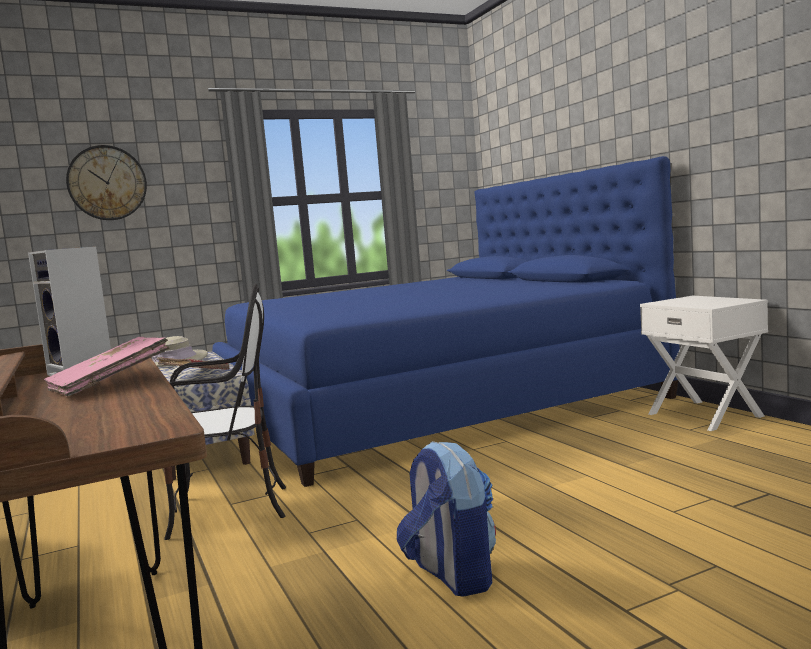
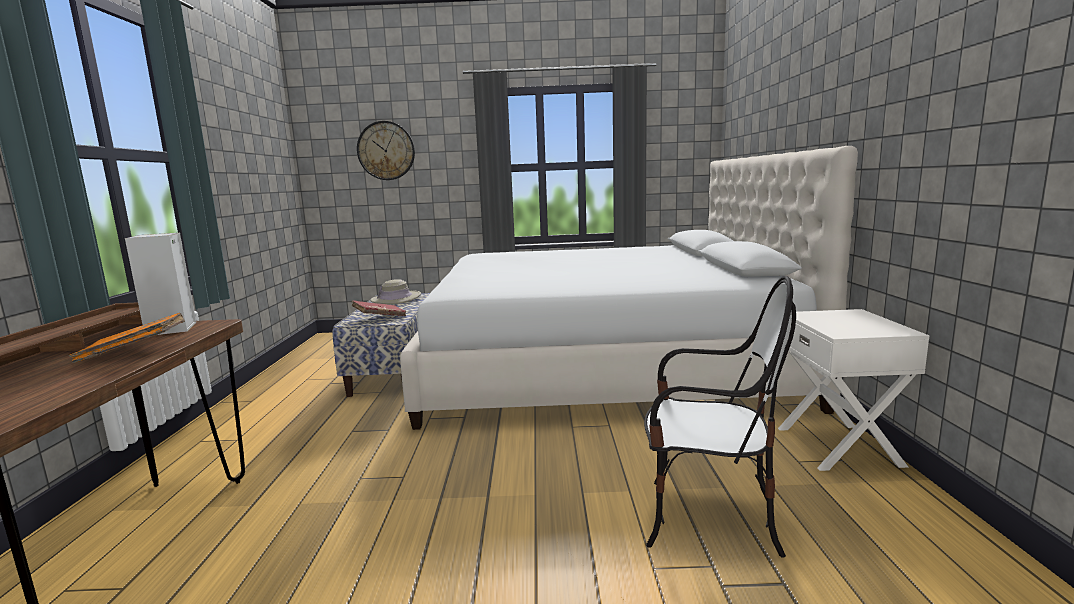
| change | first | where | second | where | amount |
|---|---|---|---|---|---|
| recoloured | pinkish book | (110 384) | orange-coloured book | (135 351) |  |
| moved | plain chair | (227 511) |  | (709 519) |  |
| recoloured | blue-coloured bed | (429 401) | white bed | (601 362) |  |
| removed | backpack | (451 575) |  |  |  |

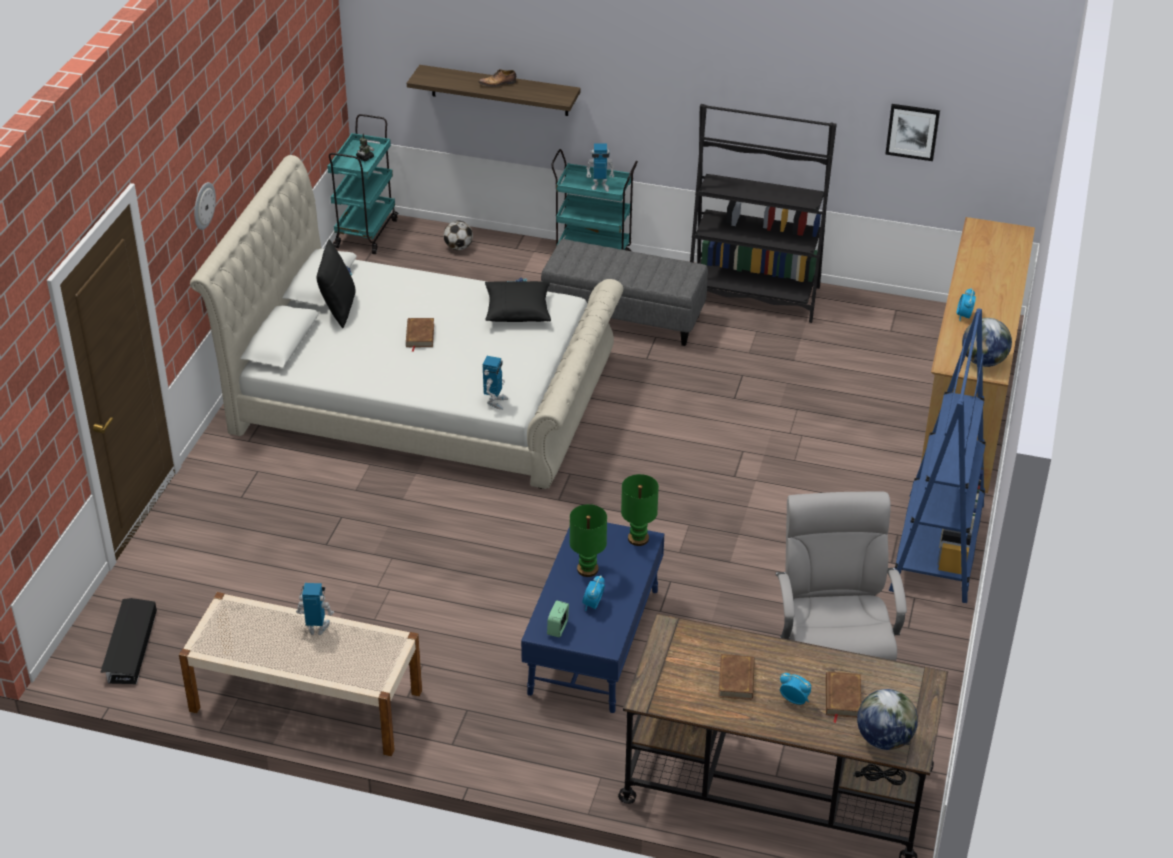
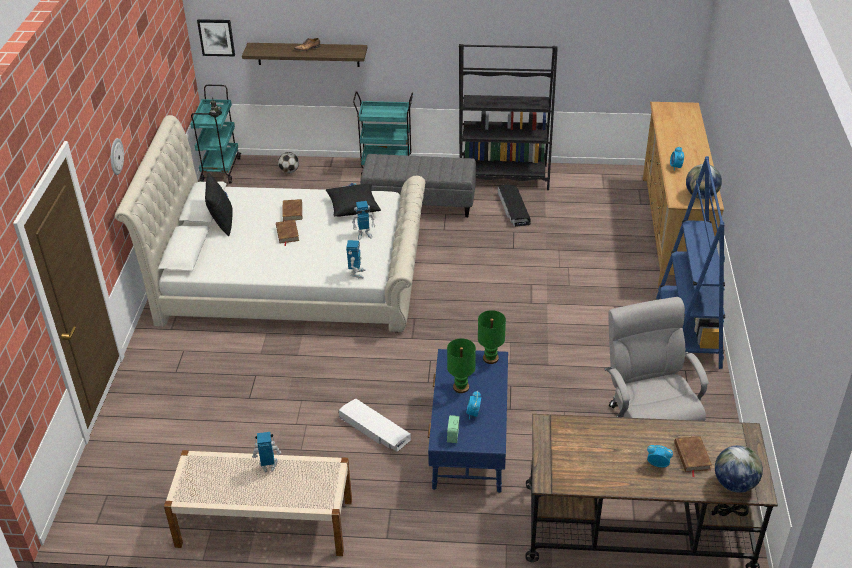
| change | first | where | second | where | amount |
|---|---|---|---|---|---|
| moved | blackish storage bin | (129 646) |  | (513 209) |  |
| moved | model robot | (600 186) |  | (364 234) |  |
| moved | brownish book | (736 679) |  | (293 212) |  |
| moved | wall art | (912 131) |  | (216 37) |  |
| added |  |  | white storage bin | (374 429) |  |

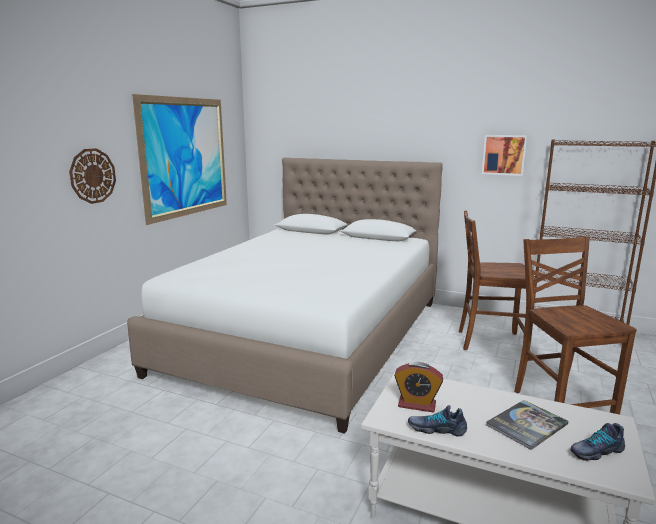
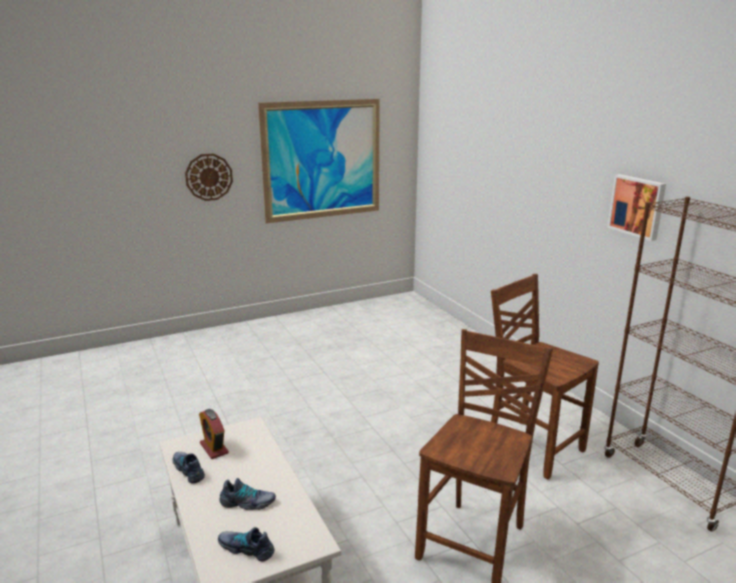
| change | first | where | second | where | amount |
|---|---|---|---|---|---|
| removed | white bed | (309 335) |  |  |  |
| replaced | book | (526 425) | low shoe | (247 503) |  |

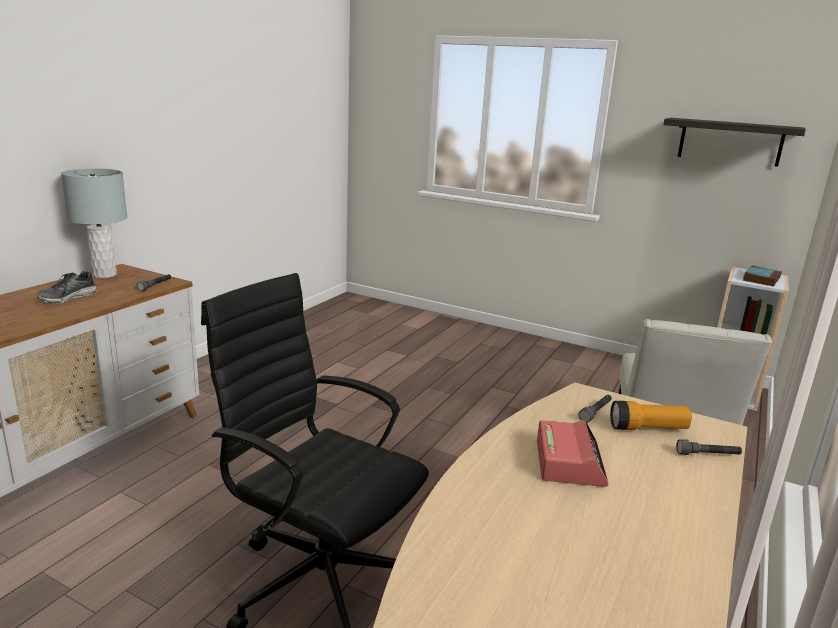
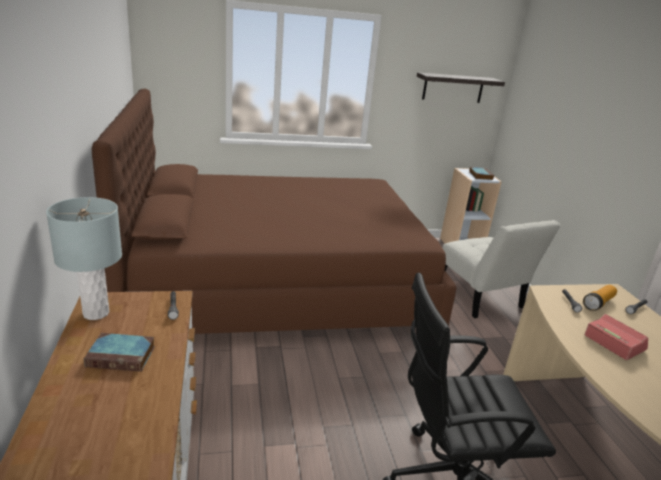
| change | first | where | second | where | amount |
|---|---|---|---|---|---|
| replaced | low shoe | (68 297) | book | (123 356) |  |
| added |  |  | brownish bed | (278 284) |  |

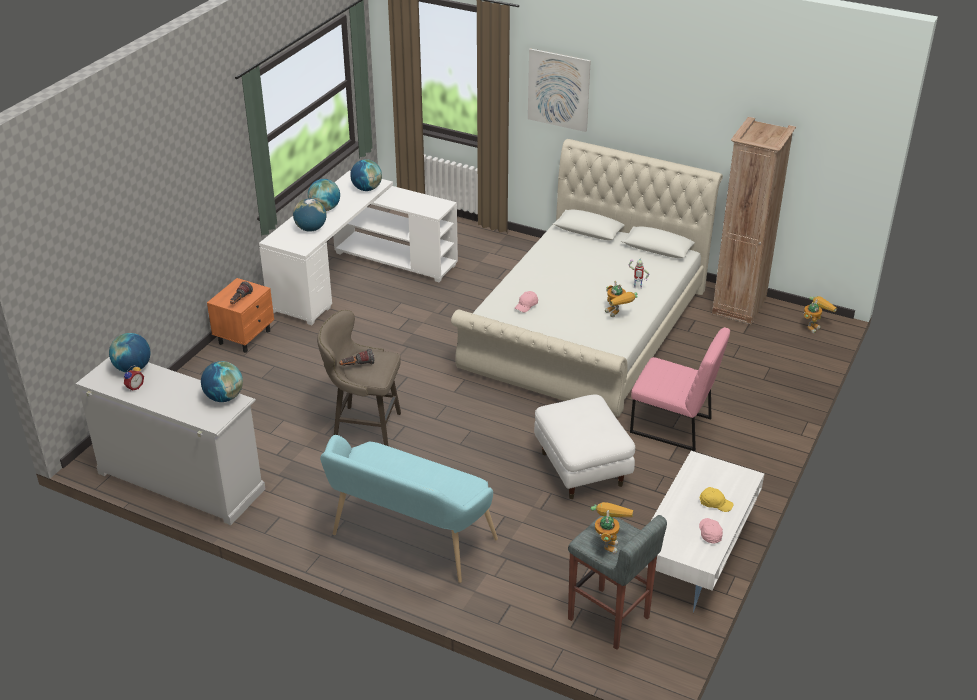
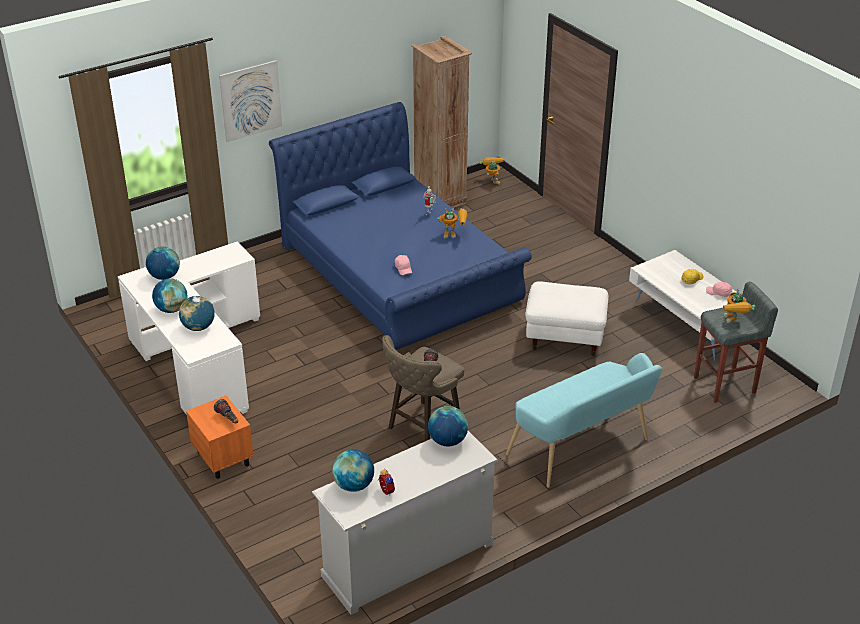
| change | first | where | second | where | amount |
|---|---|---|---|---|---|
| recoloured | beige-coloured bed | (586 327) | blue-coloured bed | (398 272) |  |
| turned | model robot | (607 541) |  | (734 322) | 135 degrees counterclockwise |
| removed | pinkish plain chair | (673 426) |  |  |  |

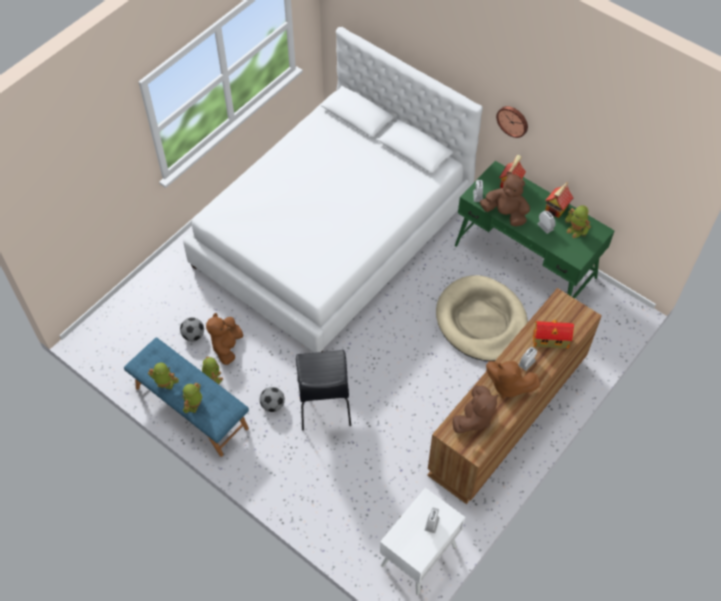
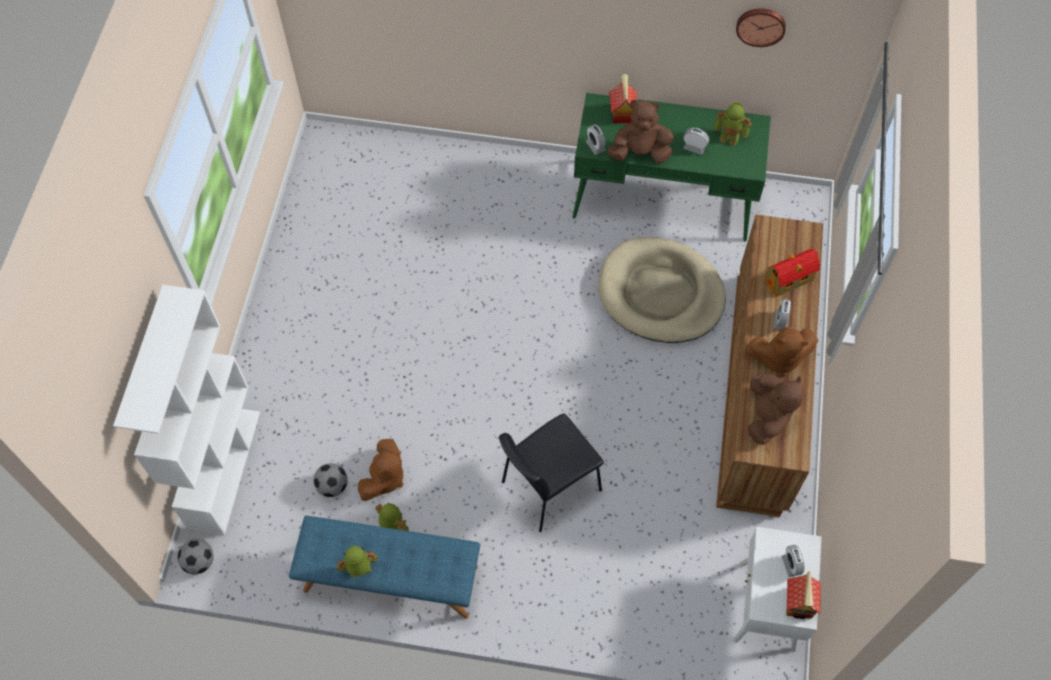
| change | first | where | second | where | amount |
|---|---|---|---|---|---|
| removed | model robot | (194 405) |  |  |  |
| removed | white bed | (333 234) |  |  |  |
| turned | brownish cuddly toy | (227 347) |  | (384 478) | 135 degrees counterclockwise |
| moved | football ball | (273 405) |  | (199 562) |  |
| turned | blackish plain chair | (324 405) |  | (548 488) | 90 degrees clockwise |
| moved | hanging clock | (513 120) |  | (760 25) |  |
| moved | model house | (556 209) |  | (799 603) |  |
| added |  |  | white bookcase | (224 468) |  |

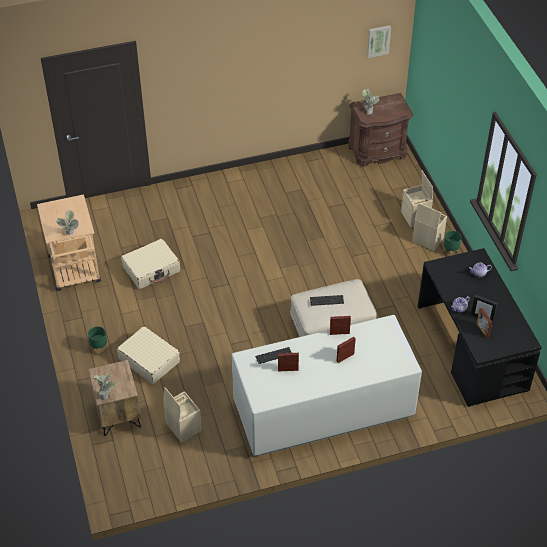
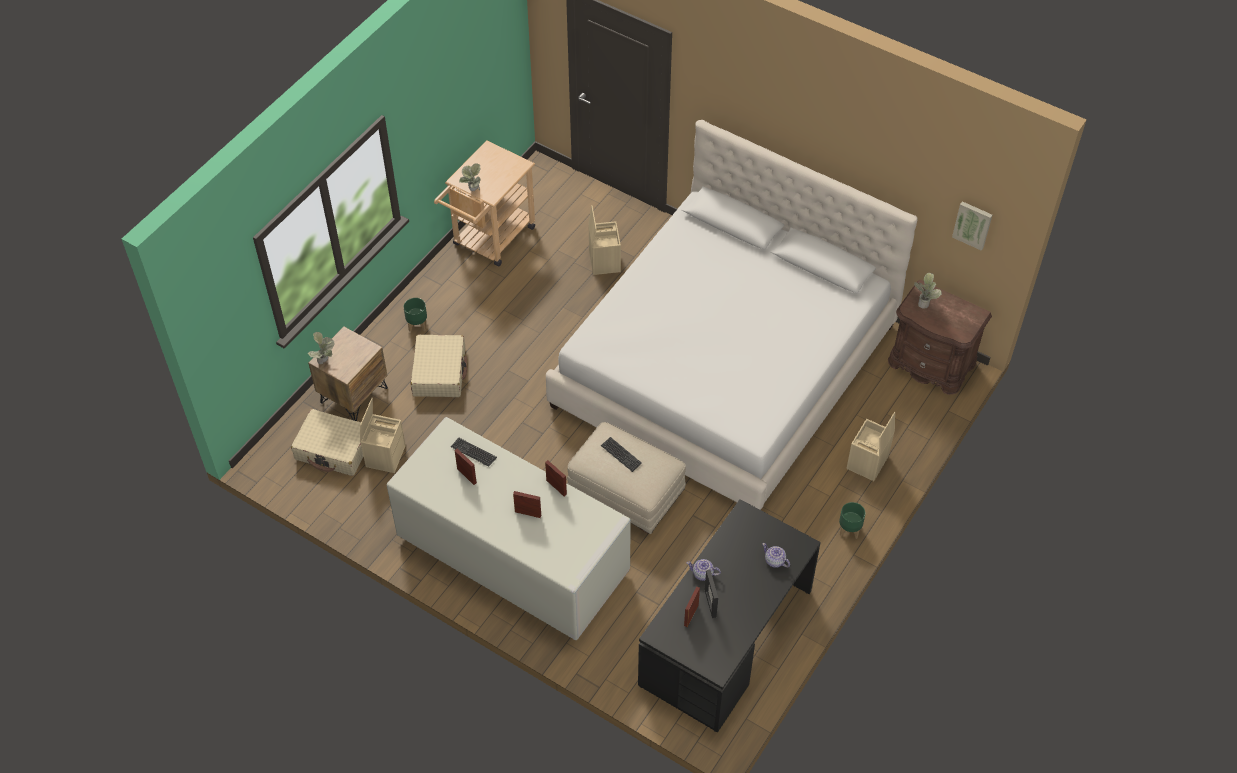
| change | first | where | second | where | amount |
|---|---|---|---|---|---|
| moved | beige-coloured piece of luggage | (151 269) |  | (334 449) |  |
| moved | beige-coloured storage bin | (427 239) |  | (604 261) |  |
| added |  |  | white bed | (724 365) |  |

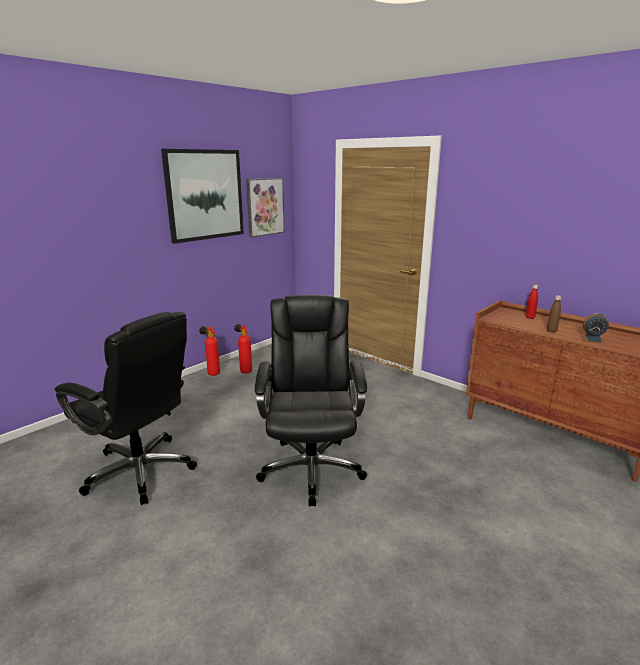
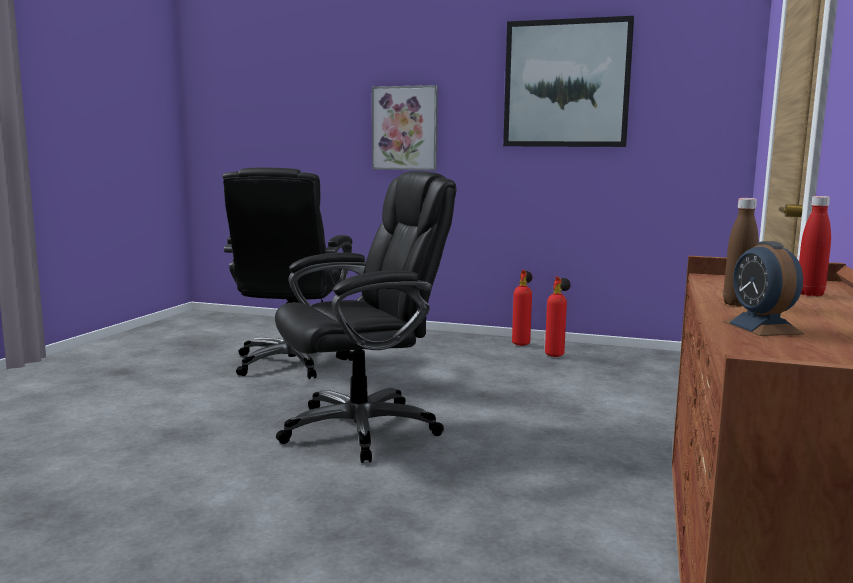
| change | first | where | second | where | amount |
|---|---|---|---|---|---|
| moved | wall art | (265 207) |  | (405 128) |  |

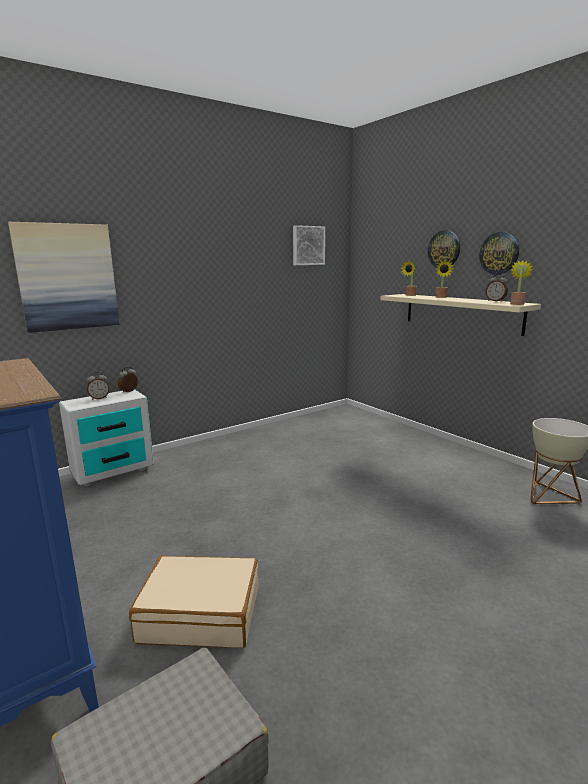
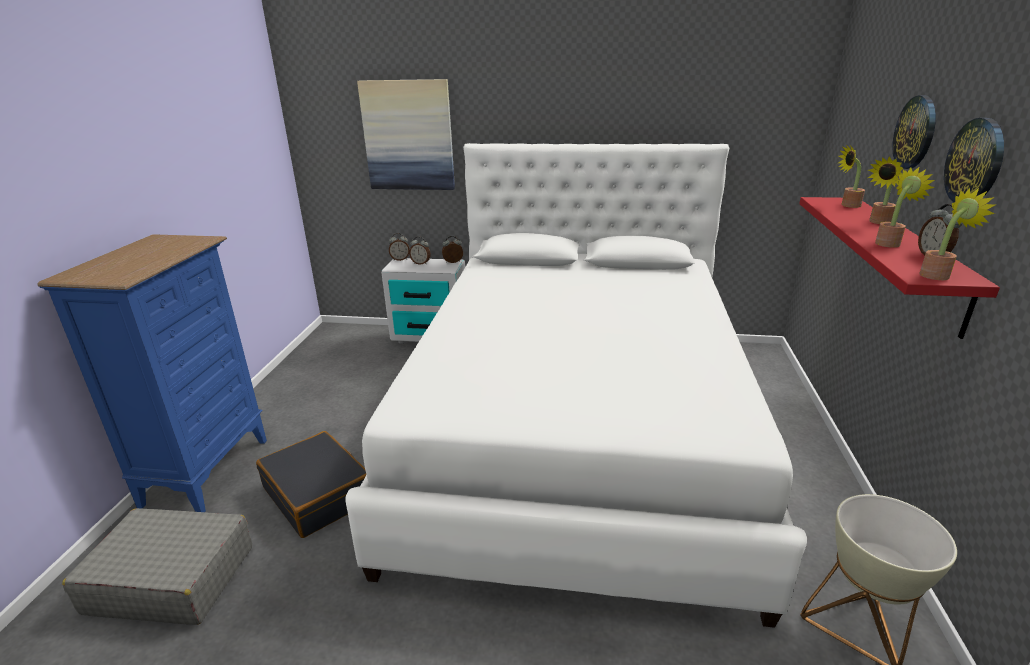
| change | first | where | second | where | amount |
|---|---|---|---|---|---|
| recoloured | beige-coloured piece of luggage | (200 614) | blackish piece of luggage | (319 494) |  |
| removed | wall art | (308 245) |  |  |  |
| recoloured | beige-coloured wall shelf | (461 313) | red-coloured wall shelf | (905 258) |  |
| added |  |  | white bed | (577 430) |  |
| added |  |  | bedside clock | (400 259) |  |
| added |  |  | plant in a pot | (890 243) |  |

